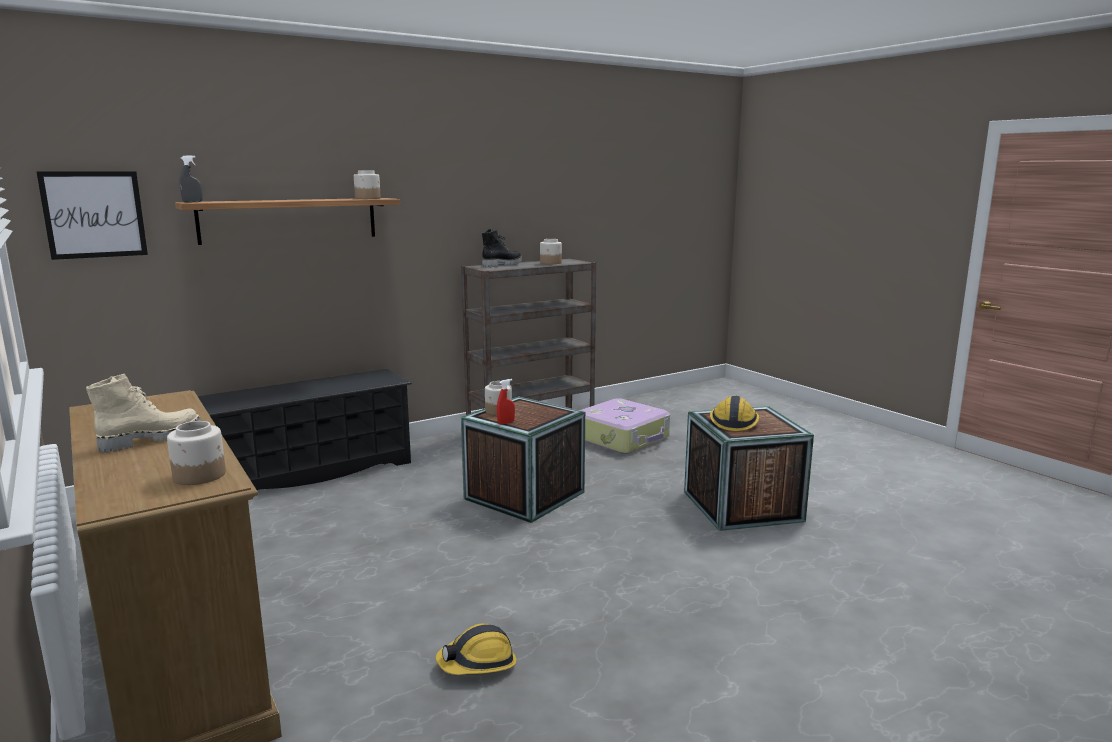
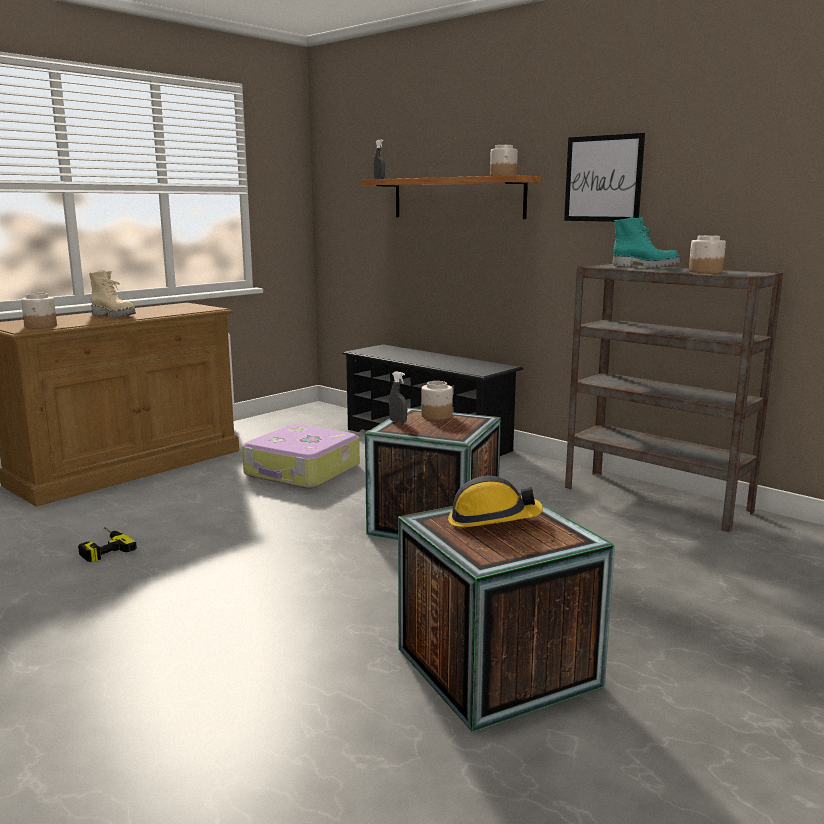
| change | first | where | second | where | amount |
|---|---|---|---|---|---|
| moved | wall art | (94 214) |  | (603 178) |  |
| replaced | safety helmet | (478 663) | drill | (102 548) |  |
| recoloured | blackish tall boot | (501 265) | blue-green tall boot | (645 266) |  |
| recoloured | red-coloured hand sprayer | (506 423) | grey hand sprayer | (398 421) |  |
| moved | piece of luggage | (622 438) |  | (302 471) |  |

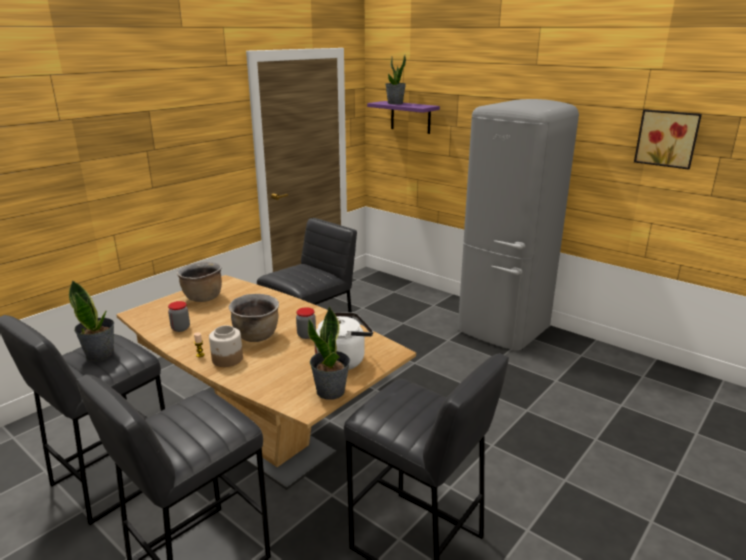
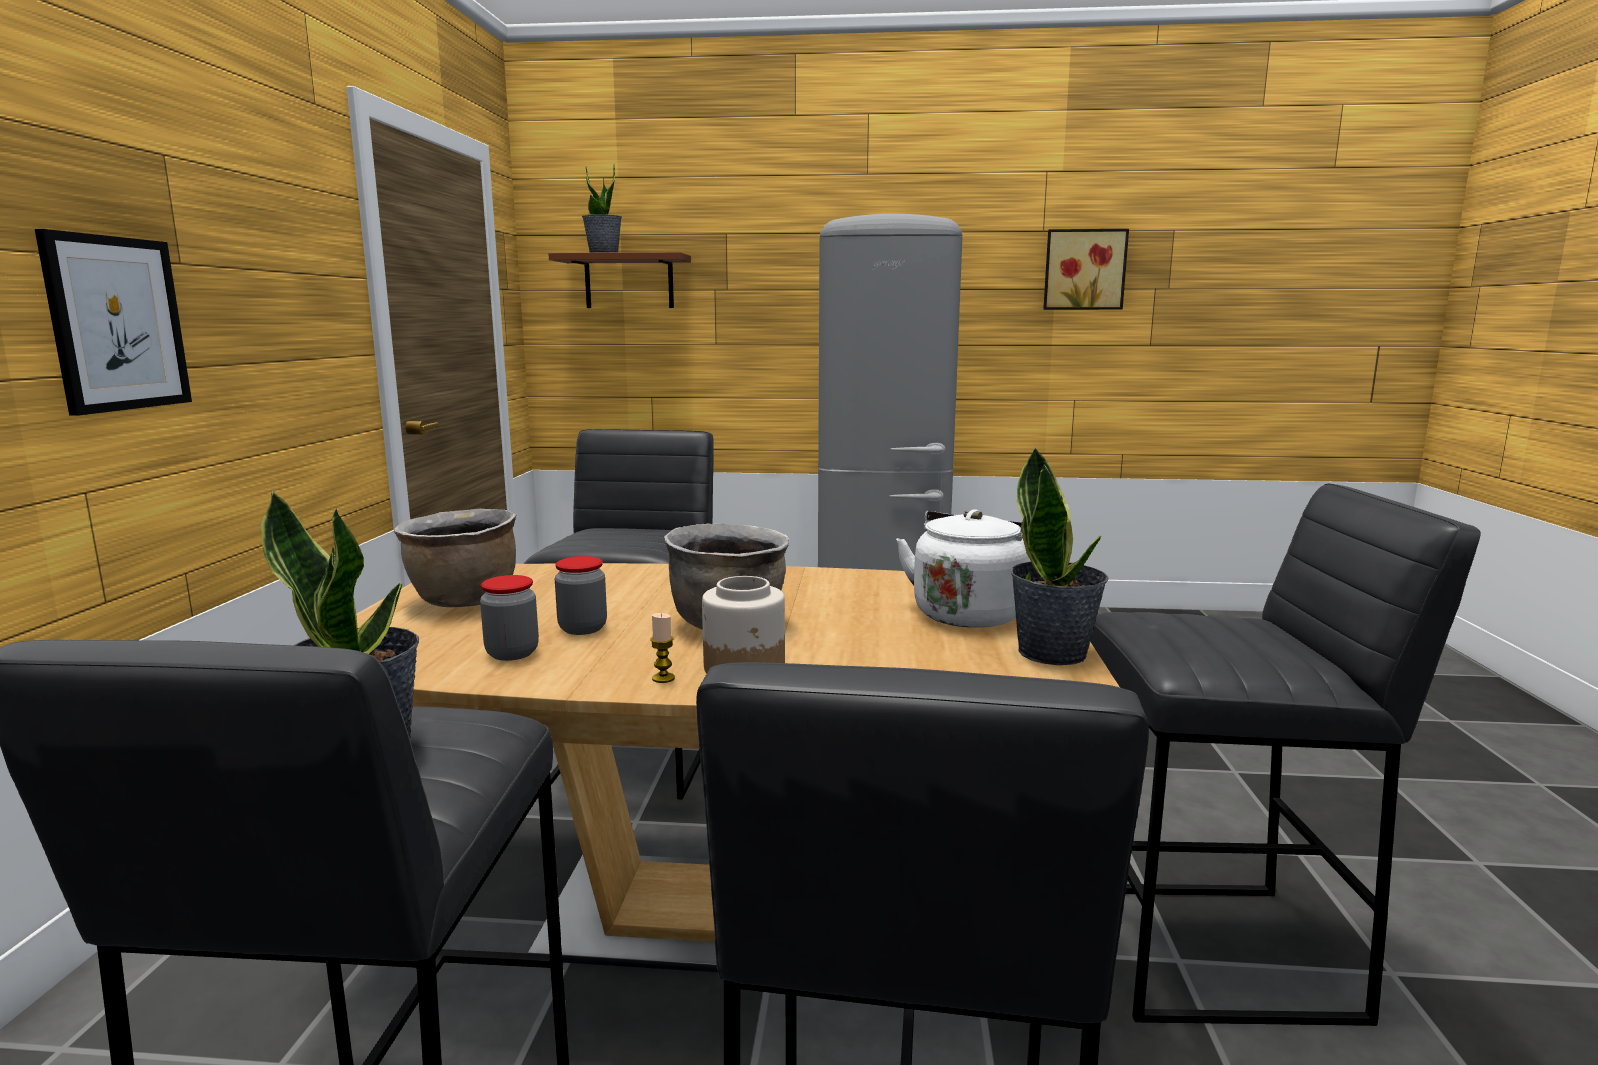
| change | first | where | second | where | amount |
|---|---|---|---|---|---|
| moved | storage jar | (306 335) |  | (582 628) |  |
| recoloured | purple wall shelf | (410 117) | brownish wall shelf | (629 282) |  |
| added |  |  | wall art | (117 323) |  |

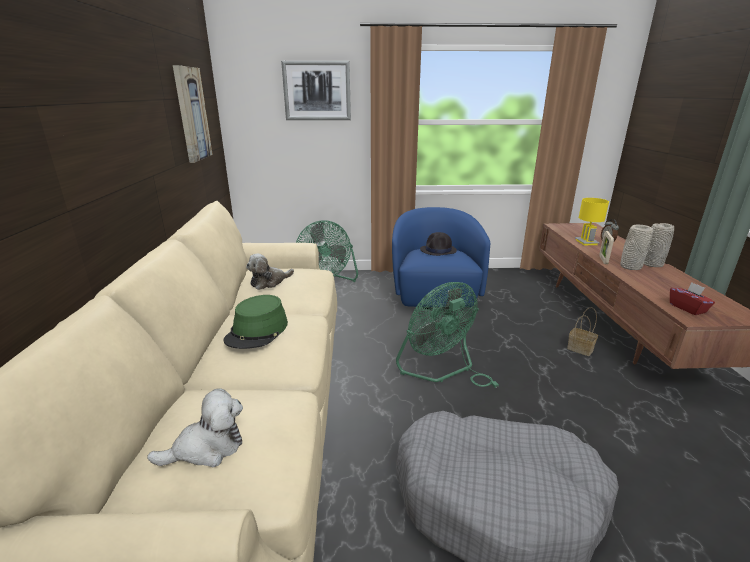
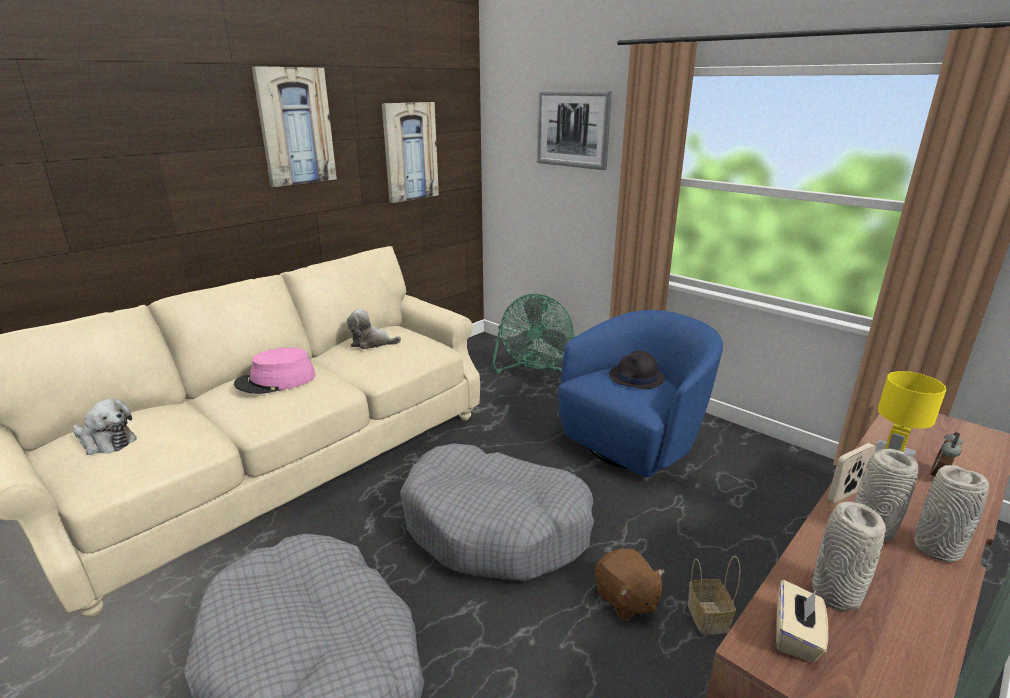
| change | first | where | second | where | amount |
|---|---|---|---|---|---|
| recoloured | greenish clothing hat | (257 331) | pinkish clothing hat | (276 380) |  |
| replaced | greenish cooling fan | (448 368) | grey dog cushion | (496 527) |  |
| recoloured | red-coloured tissue holder | (687 308) | beige-coloured tissue holder | (796 636) |  |
| added |  |  | wall art | (295 126) |  |
| added |  |  | brownish cuddly toy | (626 599) |  |
| added |  |  | grey flower vase | (835 595) |  |

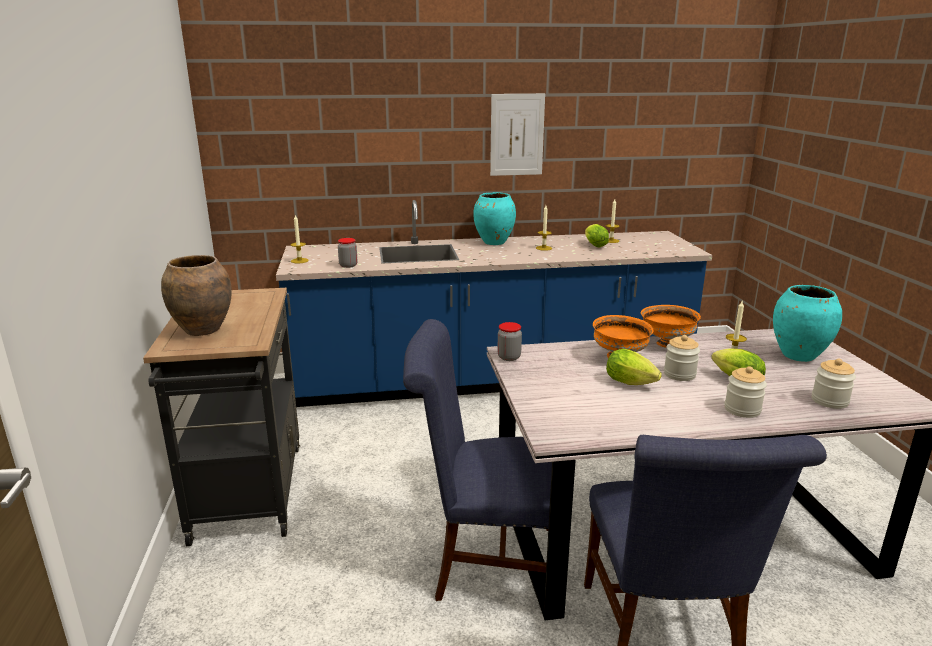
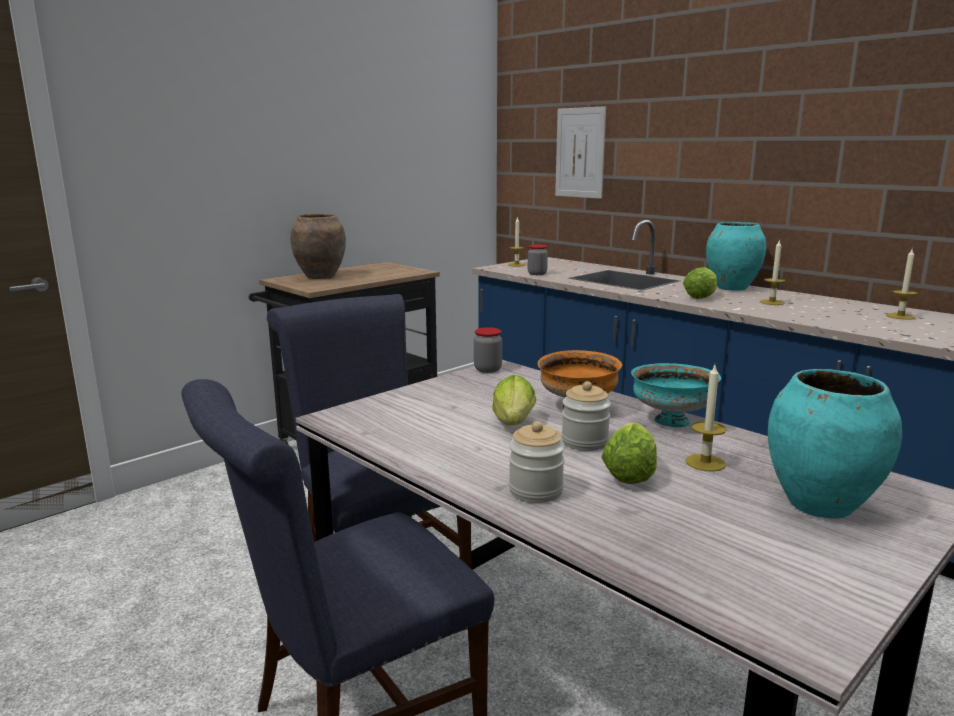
| change | first | where | second | where | amount |
|---|---|---|---|---|---|
| moved | wall art | (517 135) |  | (580 153) |  |
| moved | head of lettuce | (594 245) |  | (701 297) |  |
| recoloured | orange-coloured deep dish | (666 344) | blue-green deep dish | (671 421) |  |
| removed | storage jar | (829 401) |  |  |  |

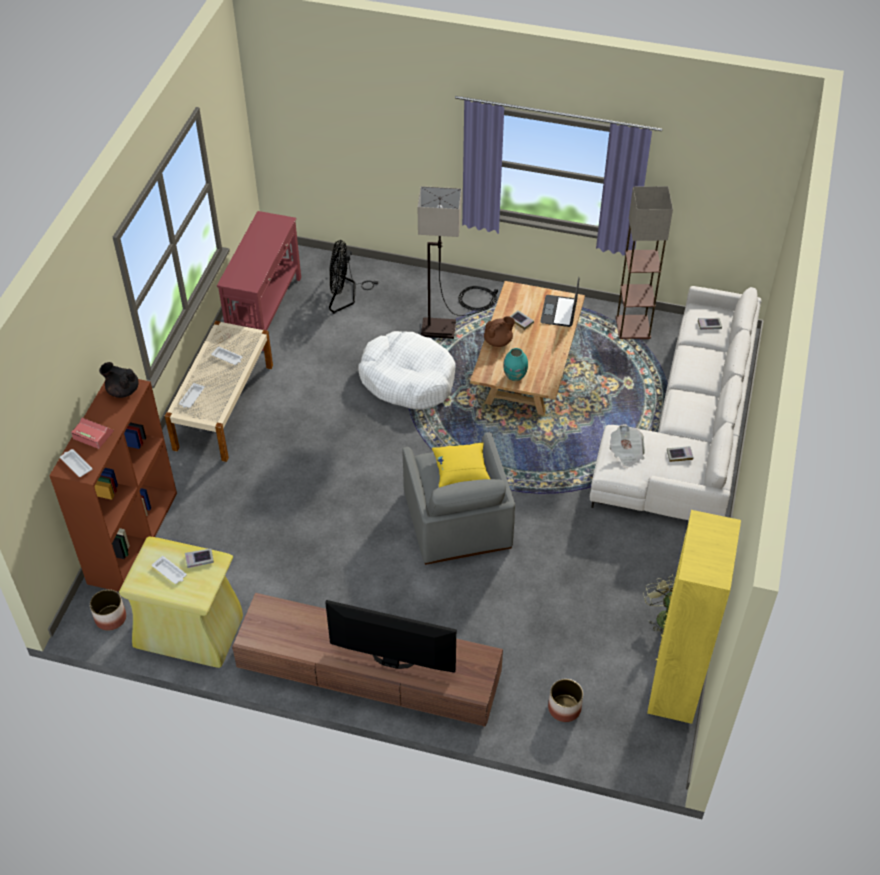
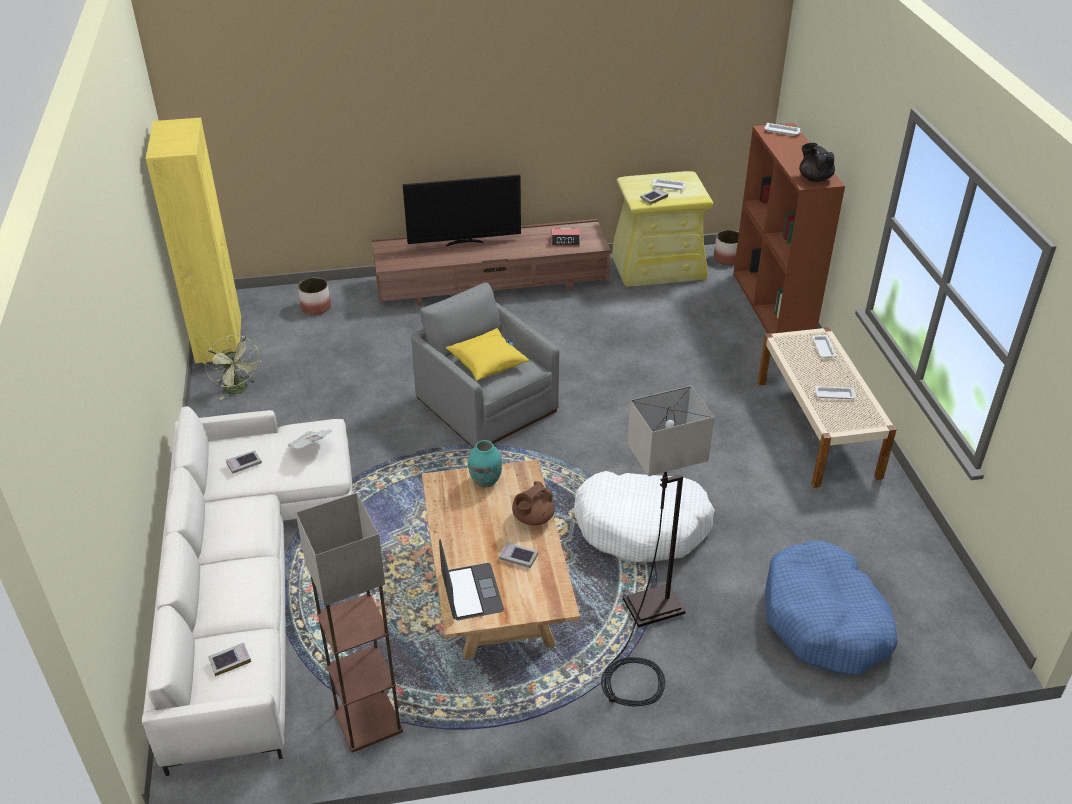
| change | first | where | second | where | amount |
|---|---|---|---|---|---|
| moved | bedside clock | (93 435) |  | (565 241) |  |
| turned | blackish teapot | (122 390) |  | (814 178) | 120 degrees counterclockwise |
| removed | red-coloured console table | (266 309) |  |  |  |
| replaced | blackish cooling fan | (346 292) | blue-coloured dog cushion | (825 620) |  |

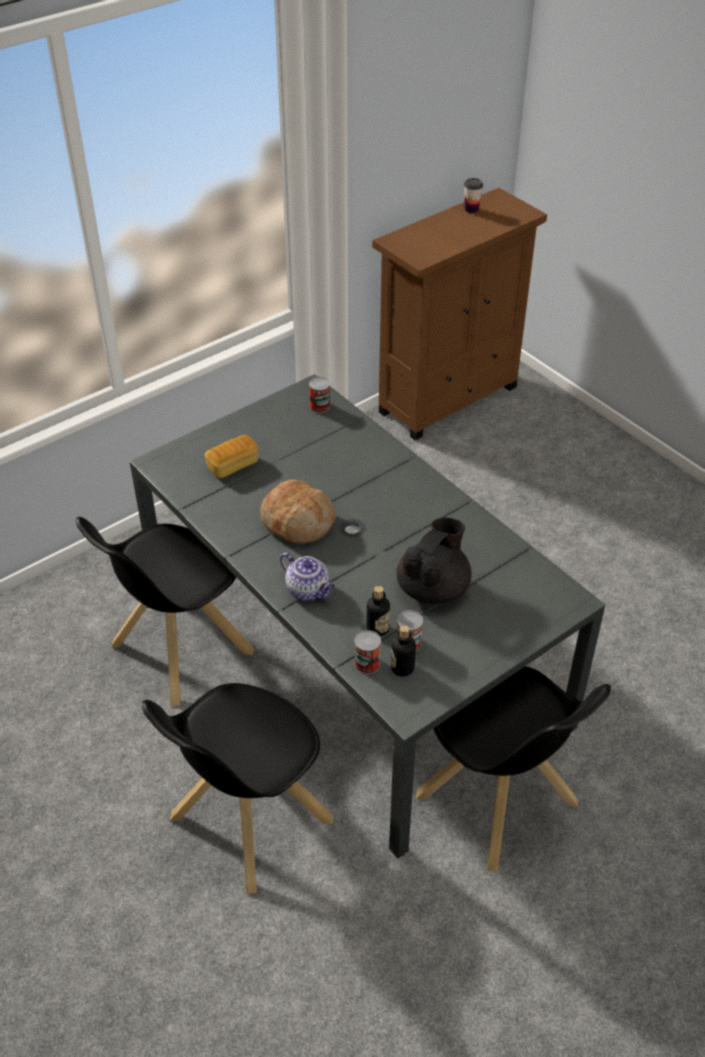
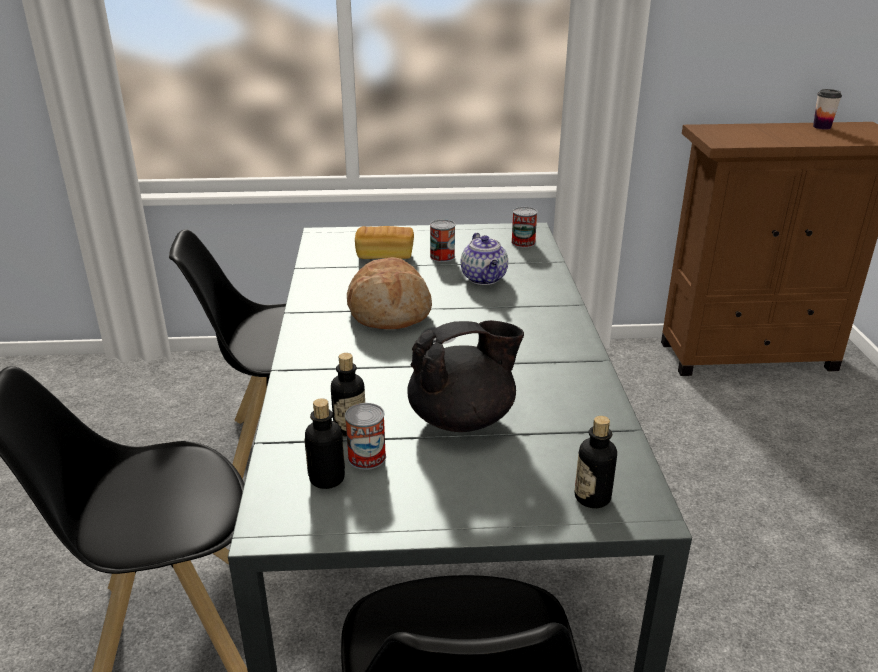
| change | first | where | second | where | amount |
|---|---|---|---|---|---|
| moved | teapot | (308 590) |  | (484 279) |  |
| moved | can | (367 663) |  | (442 256) |  |
| added |  |  | beverage bottle | (592 497) |  |

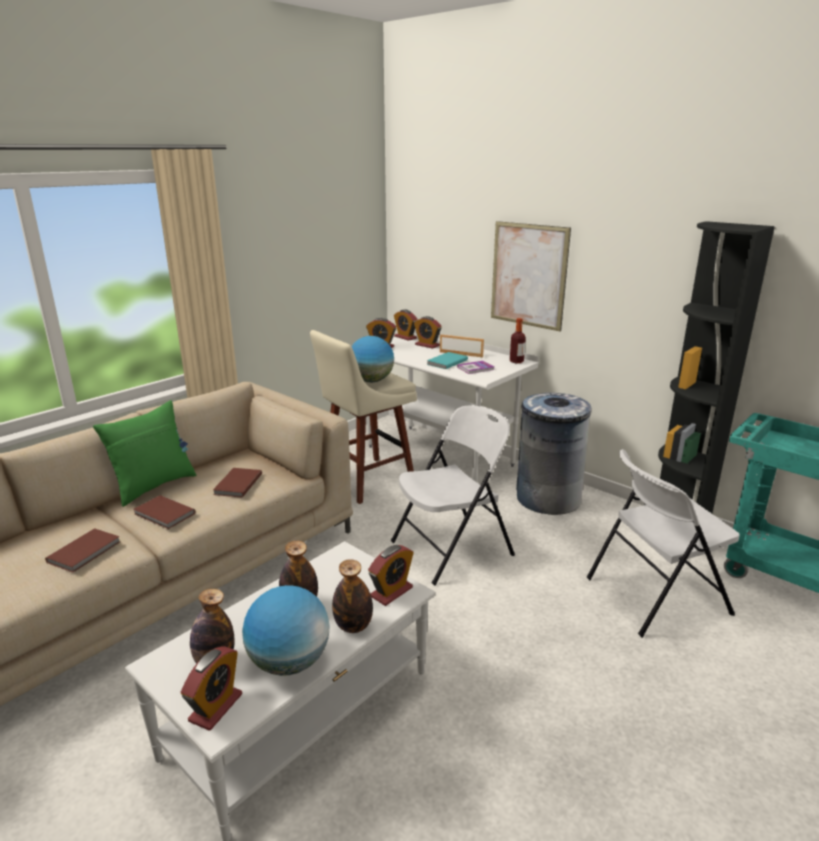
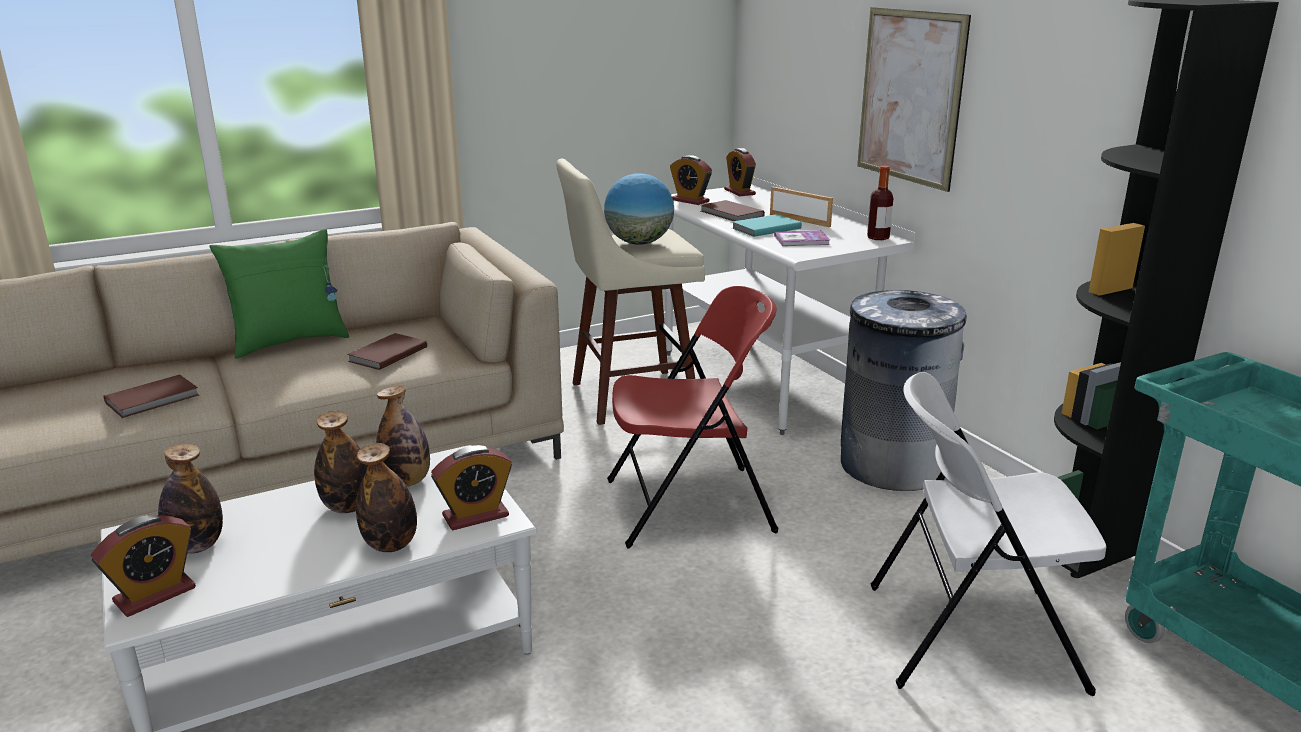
| change | first | where | second | where | amount |
|---|---|---|---|---|---|
| moved | brownish book | (164 514) |  | (731 214) |  |
| removed | globe | (289 662) |  |  |  |
| recoloured | white plain chair | (452 548) | red-coloured plain chair | (689 505) |  |
| removed | bedside clock | (427 345) |  |  |  |
| added |  |  | beverage bottle | (407 481) |  |

